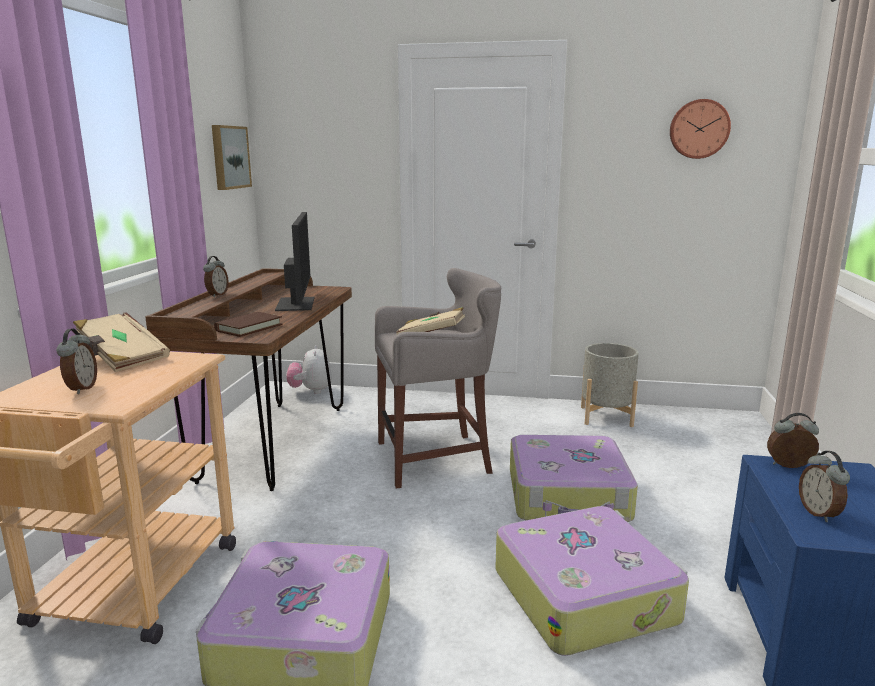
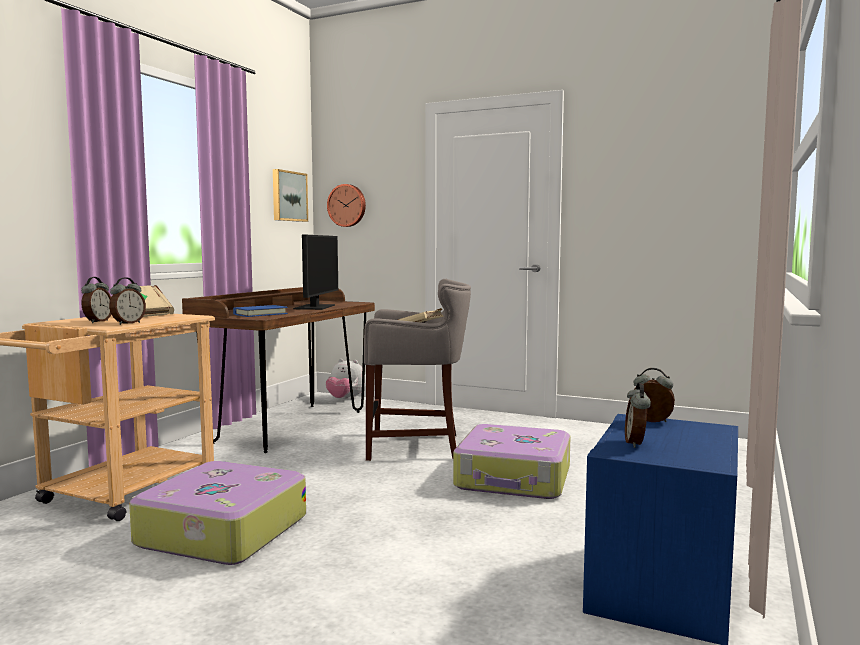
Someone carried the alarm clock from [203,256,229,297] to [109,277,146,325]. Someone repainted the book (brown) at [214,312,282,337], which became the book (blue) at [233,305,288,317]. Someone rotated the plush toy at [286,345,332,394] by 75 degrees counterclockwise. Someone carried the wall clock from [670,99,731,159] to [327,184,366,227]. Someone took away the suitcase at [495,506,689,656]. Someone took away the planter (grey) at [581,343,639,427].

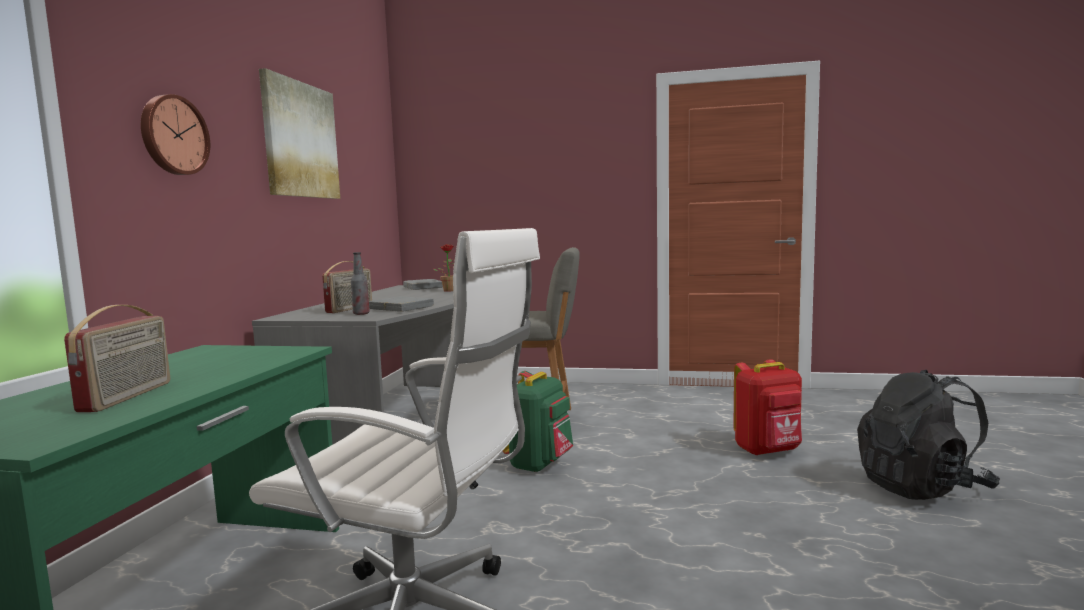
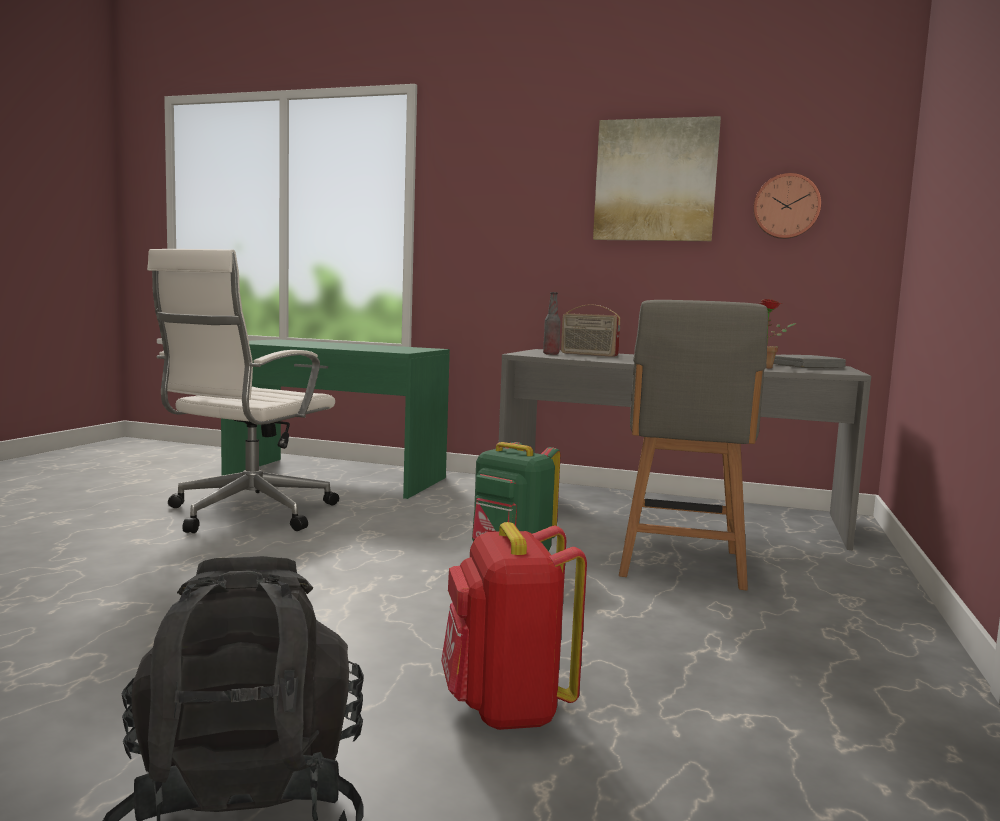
Someone carried the wall clock from [141,94,210,175] to [753,173,821,239]. Someone took away the radio at [64,305,170,412]. Someone took away the book (grey) at [369,296,434,312].

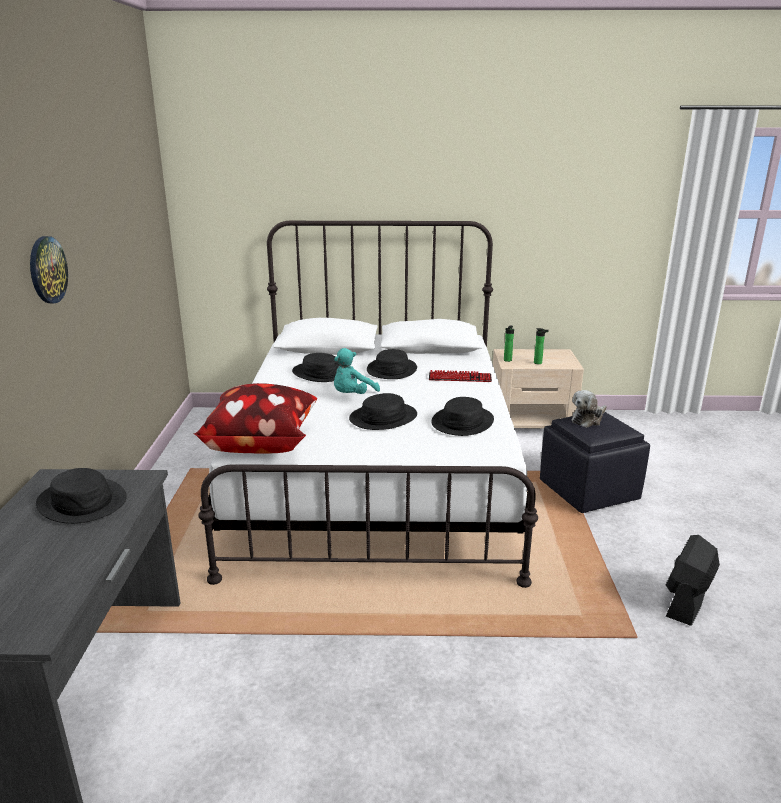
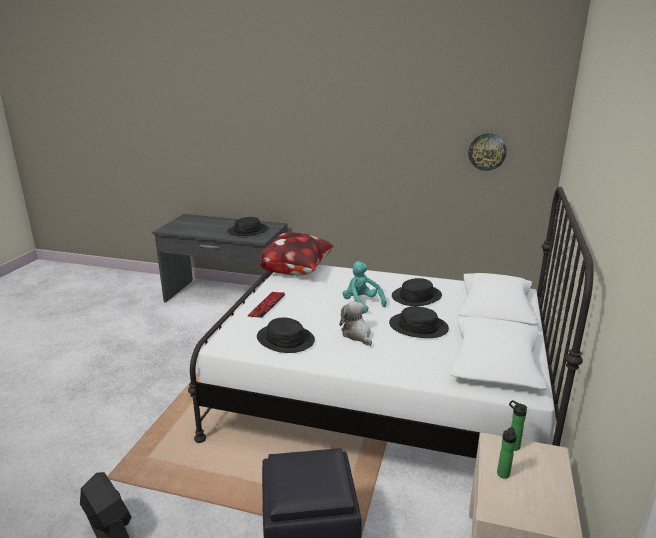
Someone carried the keyboard from [429,370,492,382] to [248,292,285,318]. Someone carried the plush toy from [572,390,607,428] to [339,302,372,346]. Someone carried the wall clock from [30,236,68,303] to [468,133,507,171]. Someone took away the hat (black) at [349,393,417,430].

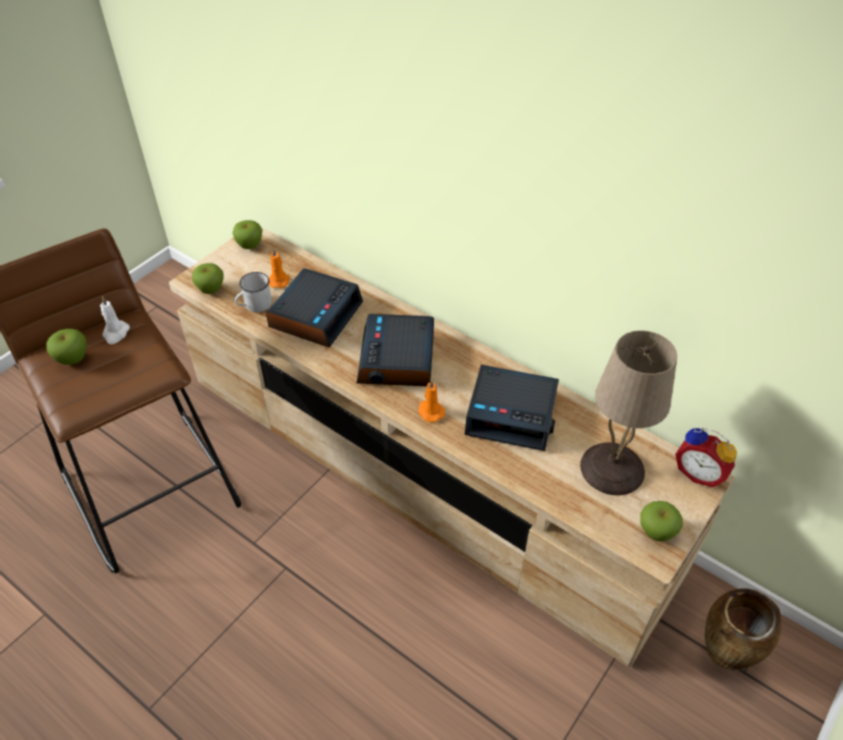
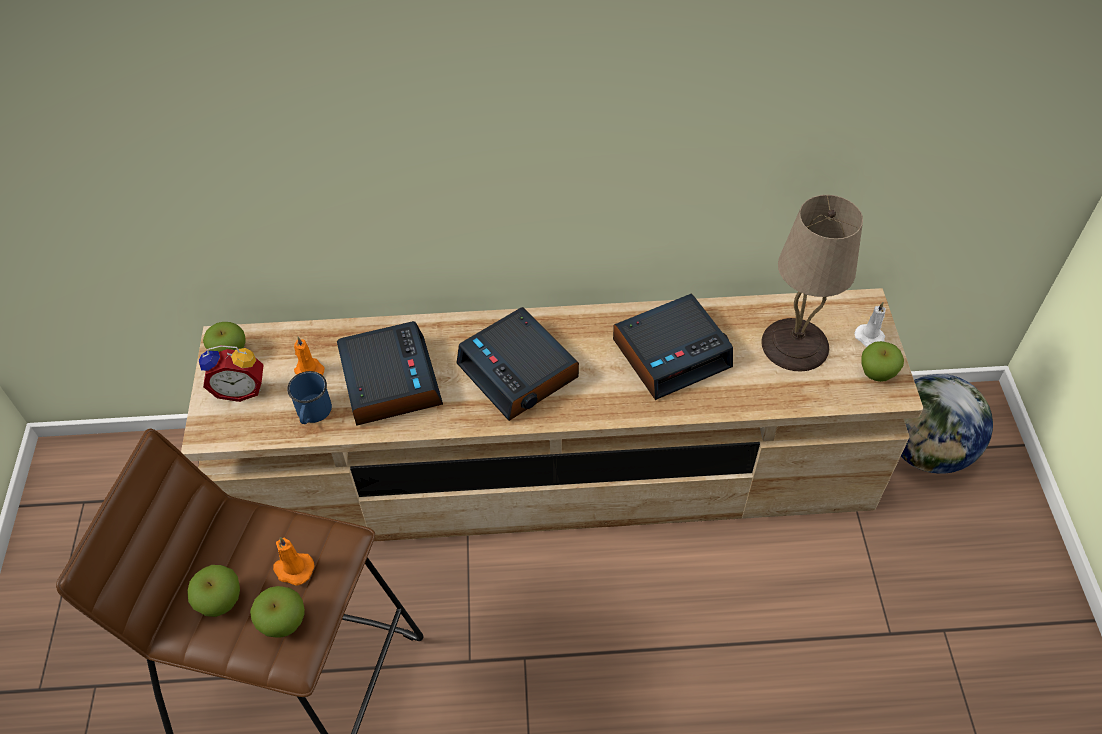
Someone carried the alarm clock from [675,428,737,487] to [199,345,263,402]. Someone carried the apple from [192,263,224,294] to [250,586,305,638]. Someone carried the candle (orange) from [418,379,445,422] to [273,537,315,586]. Someone repainted the mug (white) at [235,272,272,312], which became the mug (blue) at [287,371,332,424]. Someone carried the candle (white) from [100,296,130,344] to [855,302,886,347]. Someone swapped the vase (brown) at [705,588,782,670] for the globe at [901,374,993,474].

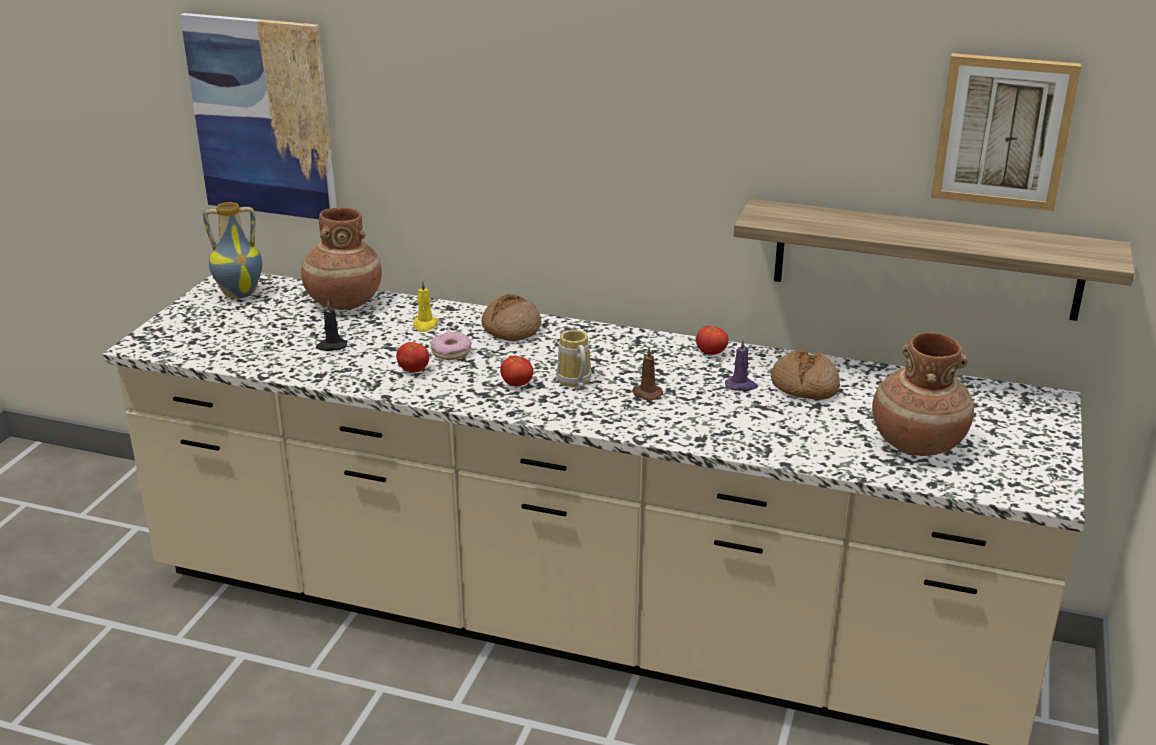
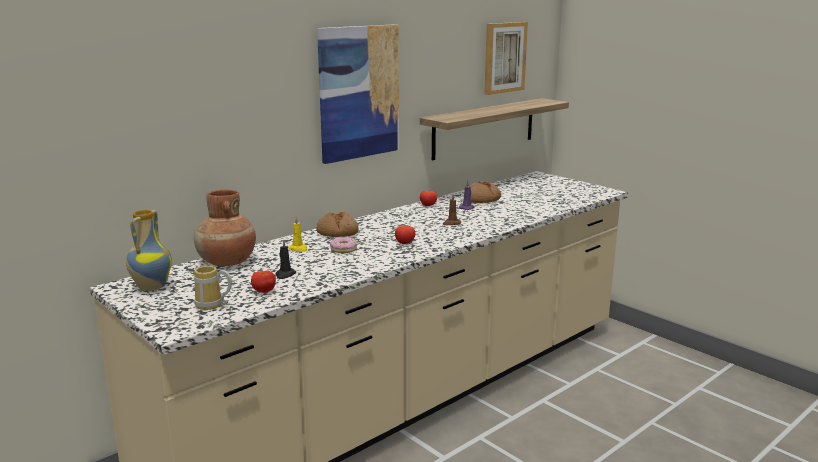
Someone carried the mug from [556,330,592,388] to [194,266,232,310]. Someone carried the tomato from [396,342,429,372] to [251,270,276,293]. Someone carried the picture from [180,13,337,219] to [317,24,399,164]. Someone took away the vase (brown) at [872,332,974,456].

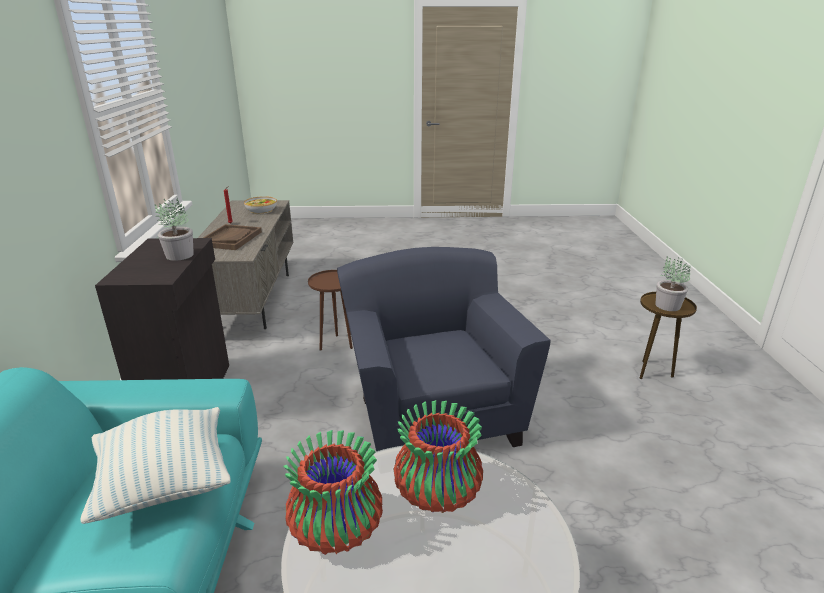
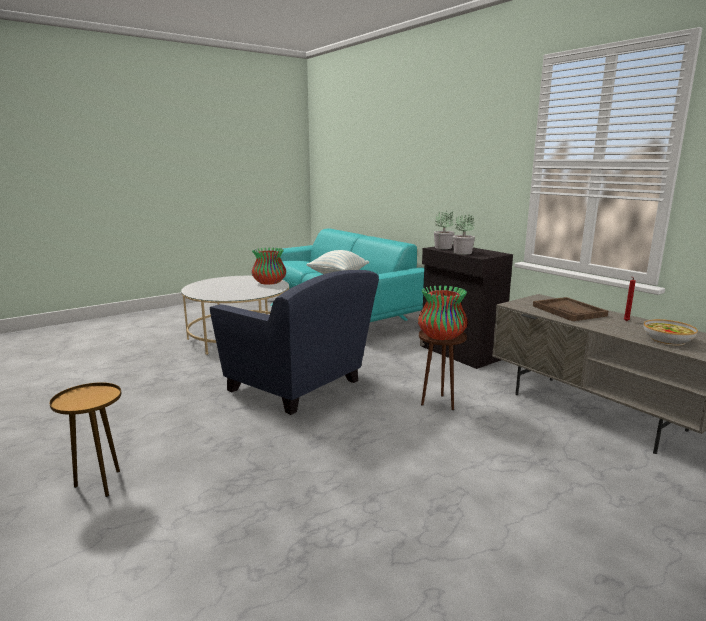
Someone carried the vase from [393,400,483,513] to [418,286,467,340]. Someone carried the potted plant from [655,256,691,311] to [434,210,455,249].

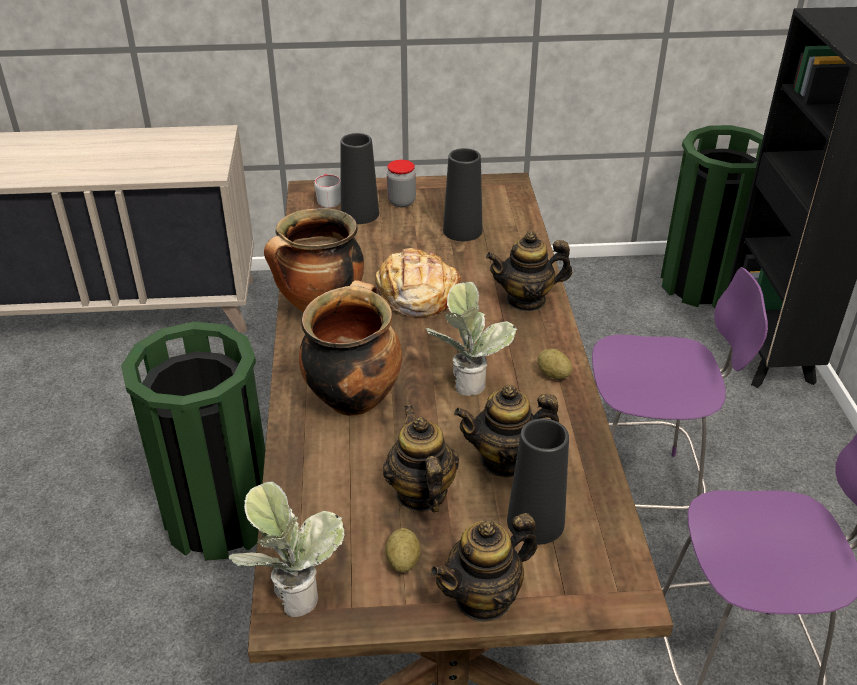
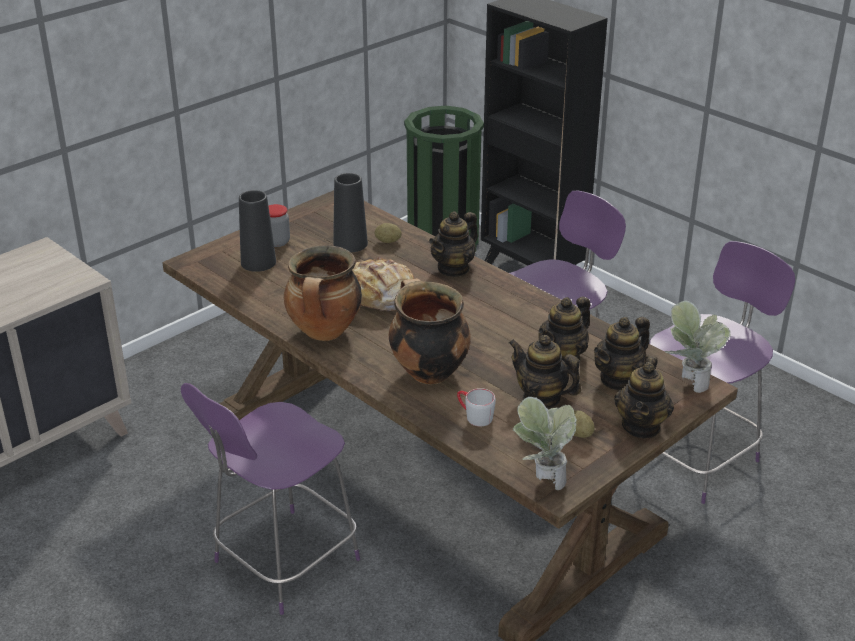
Someone swapped the trash can (green) at [121,322,265,561] for the chair (purple) at [181,383,360,615]. Someone carried the potato from [537,349,572,379] to [374,223,402,243]. Someone carried the mug (grey) from [314,174,341,208] to [457,388,496,427]. Someone swapped the vase (black) at [507,418,569,545] for the teapot at [594,317,650,391]. Someone carried the potted plant from [426,282,517,396] to [665,300,731,393].

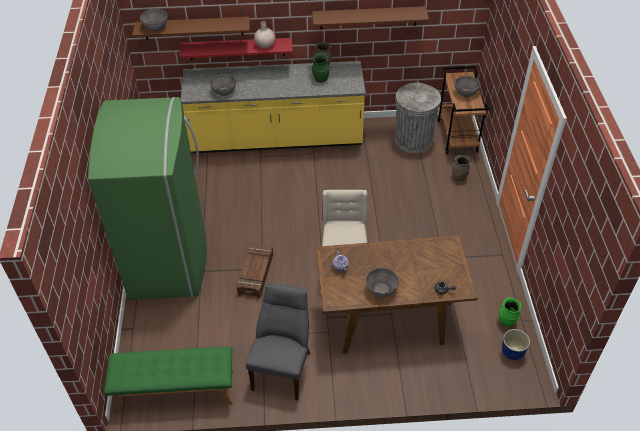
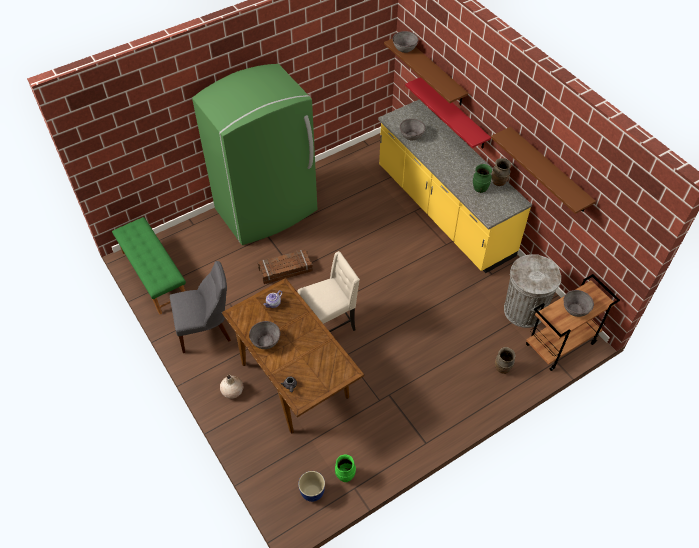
Someone carried the vase (beige) from [254,21,276,48] to [220,375,243,399].

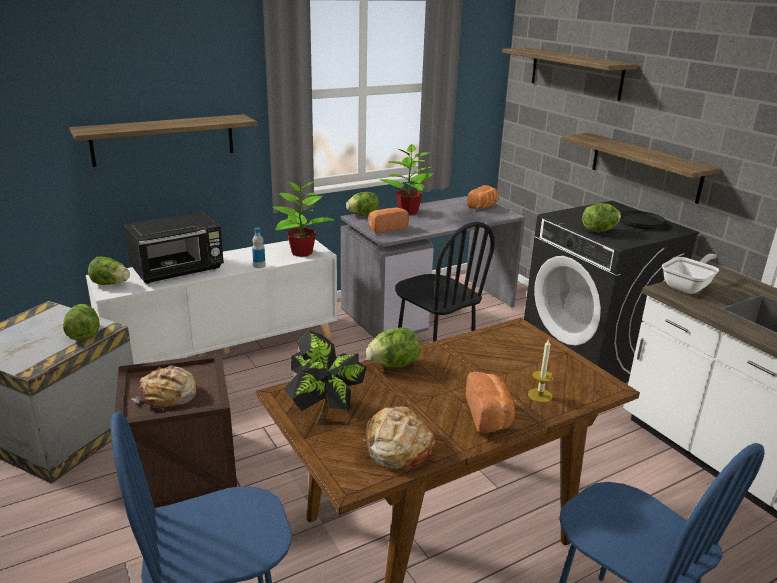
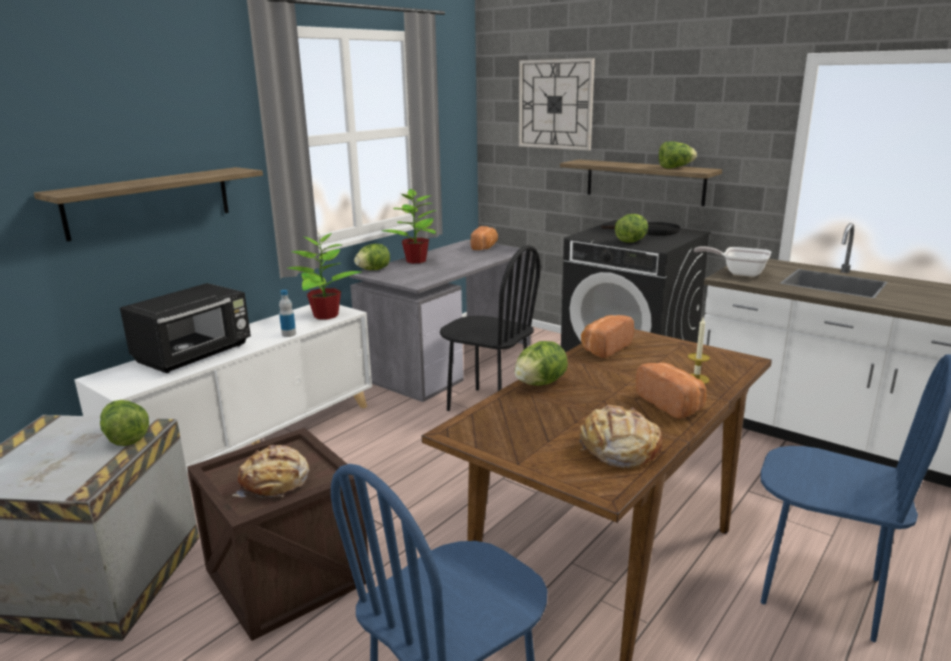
Someone swapped the shelf at [502,48,638,101] for the wall clock at [519,58,595,150]. Someone carried the bread from [369,208,409,233] to [581,315,634,358]. Someone carried the lettuce from [88,256,130,285] to [658,141,697,168]. Someone rotated the frying pan at [662,254,719,294] by 90 degrees counterclockwise. Someone took away the potted plant at [283,330,366,425].

